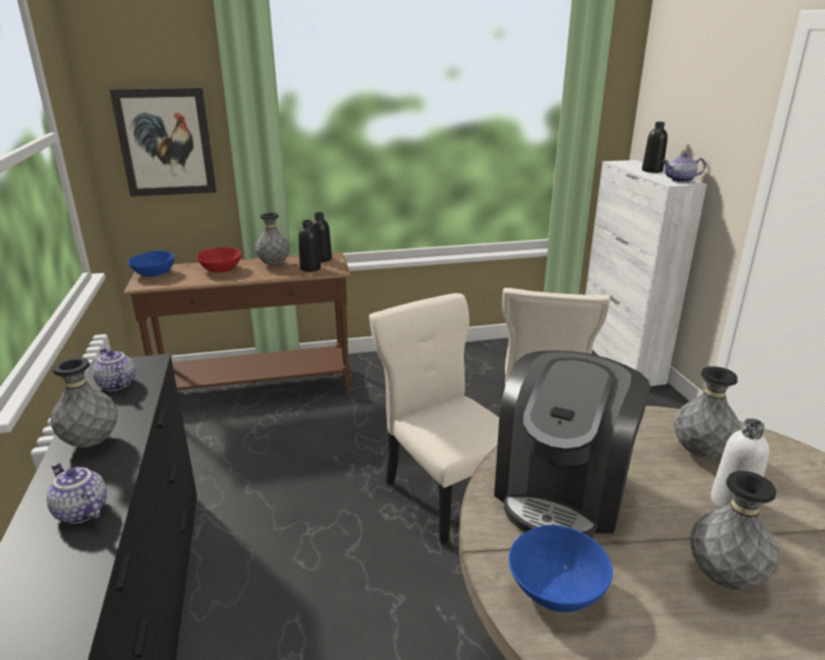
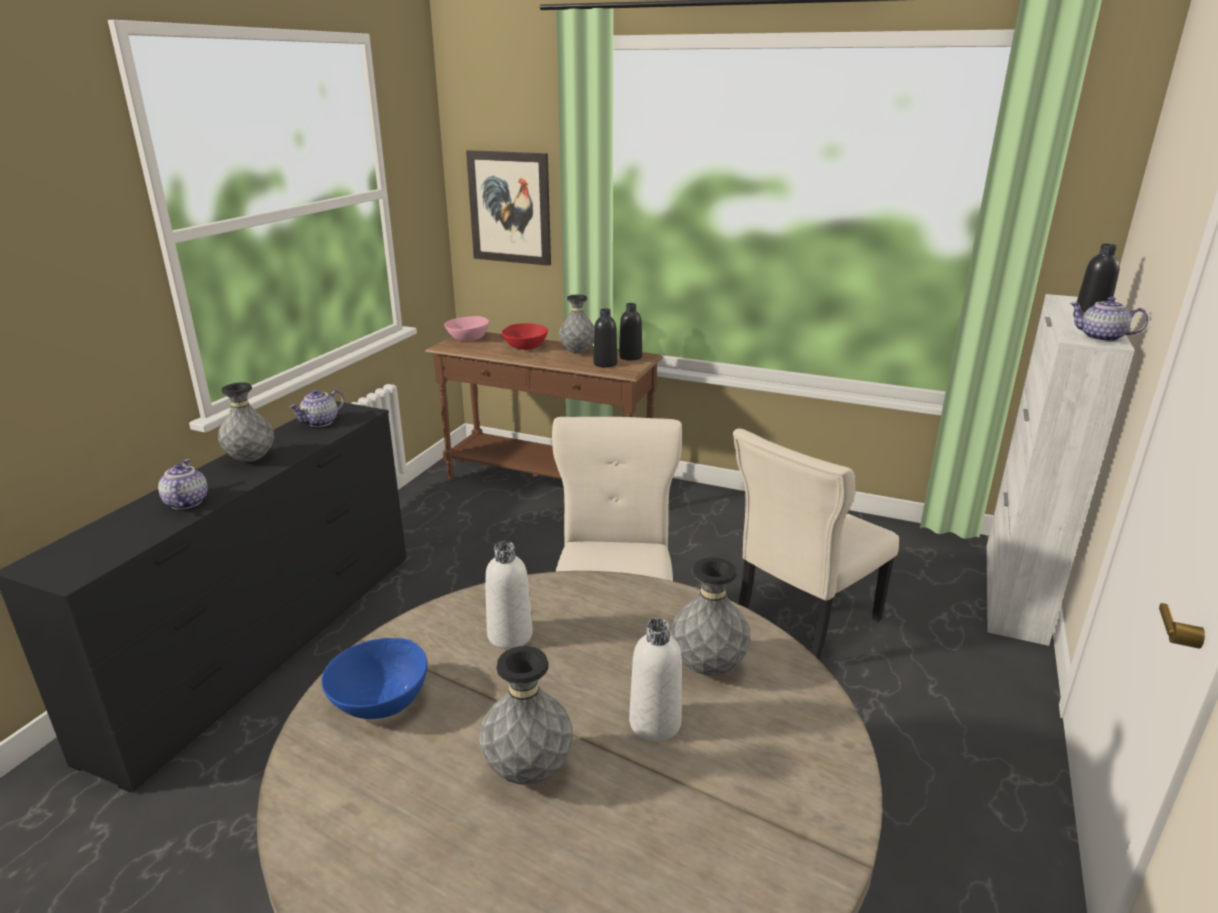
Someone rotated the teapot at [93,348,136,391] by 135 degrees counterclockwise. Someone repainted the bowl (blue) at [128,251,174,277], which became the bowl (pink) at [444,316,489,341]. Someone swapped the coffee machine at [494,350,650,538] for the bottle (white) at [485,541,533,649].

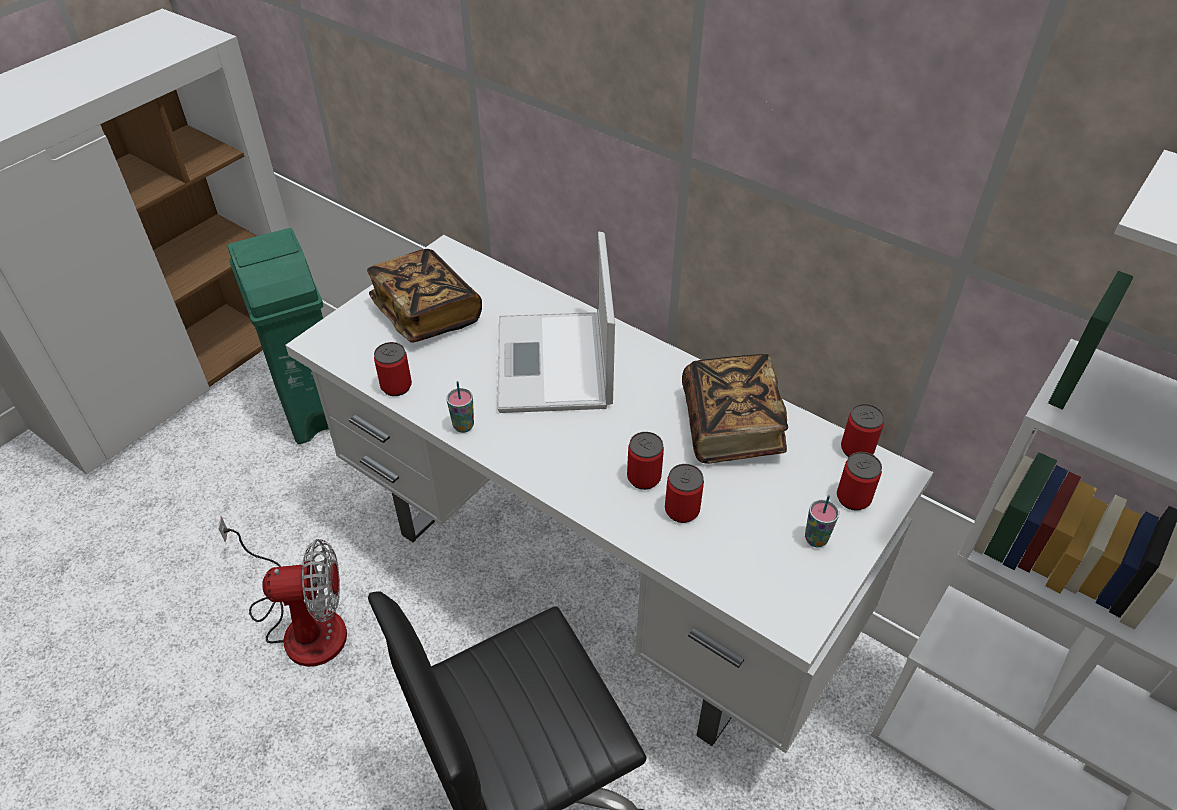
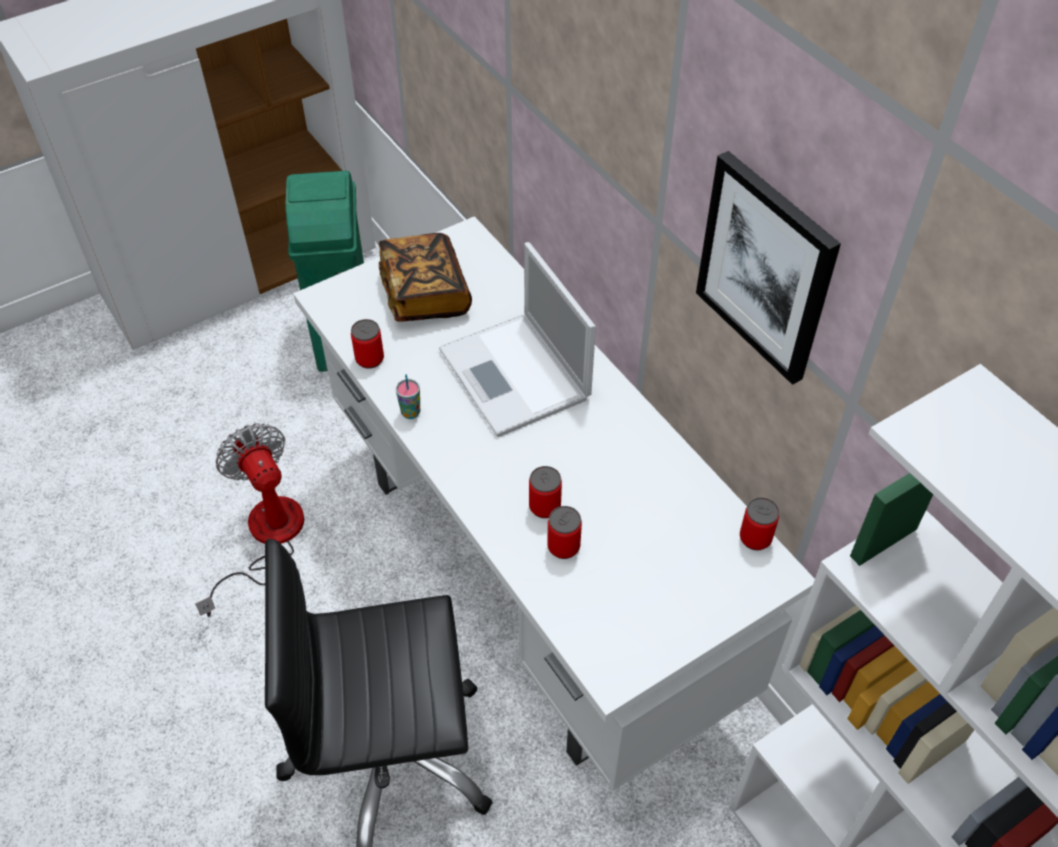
Someone rotated the fan at [219,516,347,667] by 135 degrees counterclockwise. Someone rotated the laptop at [498,232,615,413] by 45 degrees counterclockwise. Someone put up the picture at [696,151,841,385]. Someone took away the book at [682,354,788,464]. Someone took away the cup at [805,495,839,548]. Someone took away the can at [837,452,882,511].

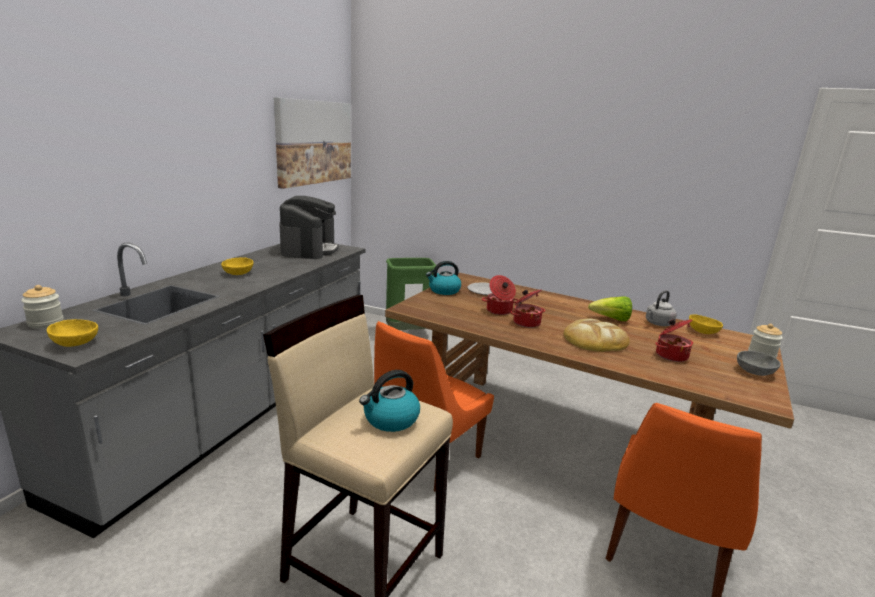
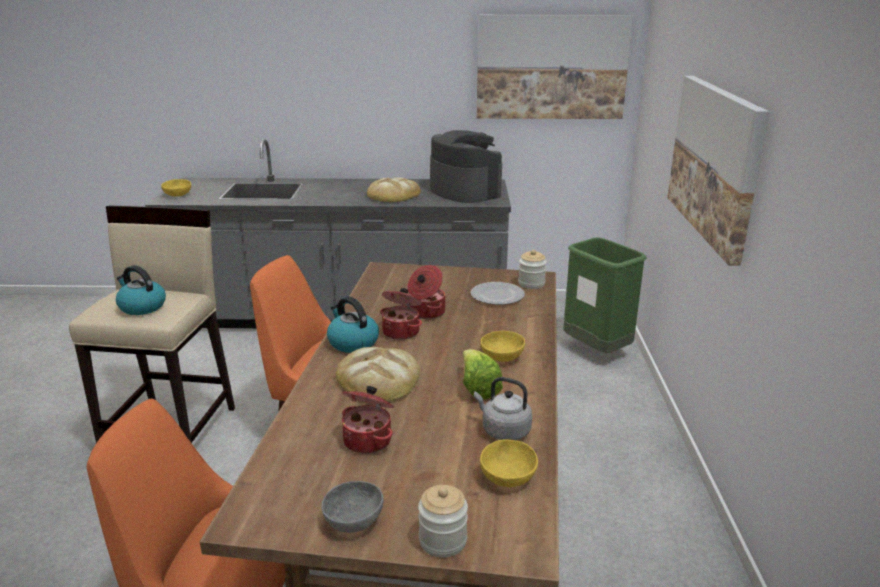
Someone carried the kettle from [426,261,461,295] to [327,297,379,353]. Someone put down the bread at [367,177,421,202]. Someone rotated the coffee machine at [279,196,339,259] by 105 degrees counterclockwise. Someone carried the bowl (yellow) from [221,258,253,275] to [480,331,525,362]. Someone carried the jar from [21,285,63,328] to [518,250,547,289]. Someone put up the picture at [667,76,770,266].

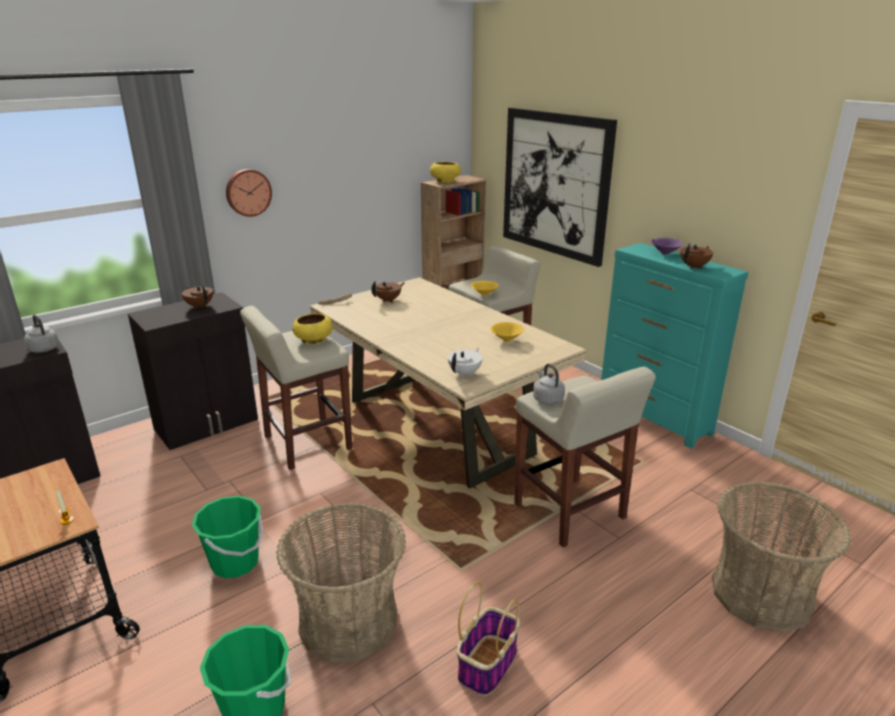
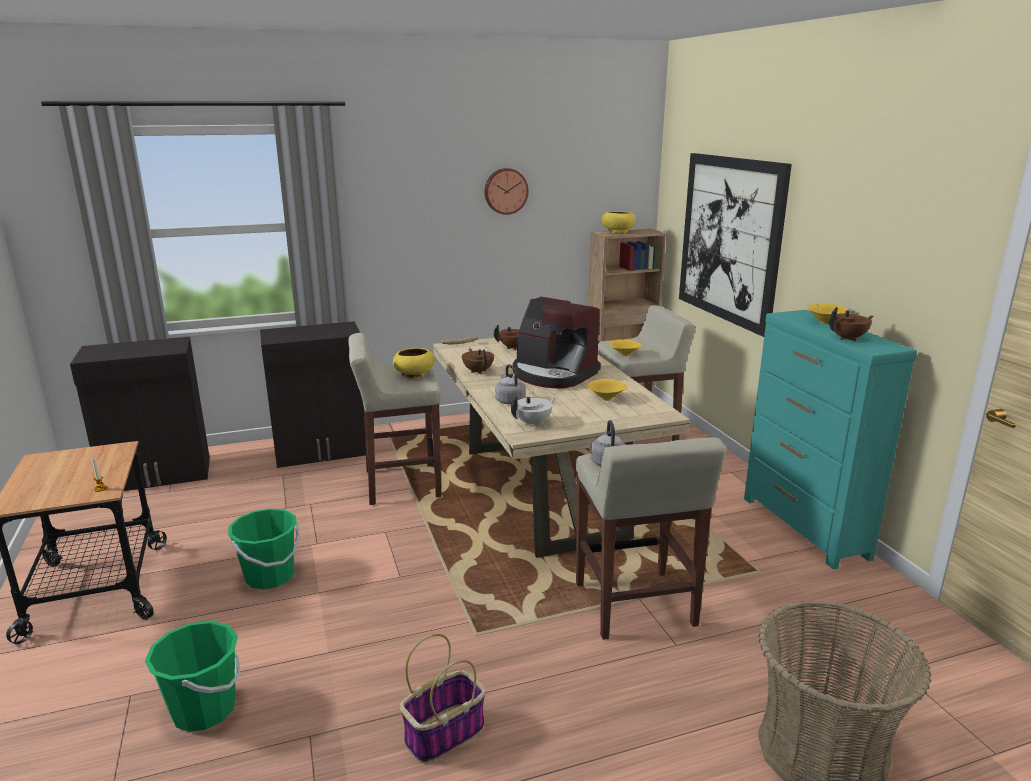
Someone carried the teapot (brown) from [182,286,213,308] to [462,349,494,374]. Someone carried the wall clock from [226,169,272,217] to [485,168,529,215]. Someone carried the kettle (grey) from [24,315,59,353] to [495,364,526,404]. Someone put down the coffee machine at [513,297,601,388]. Someone repainted the bowl (purple) at [651,238,684,255], which became the bowl (yellow) at [807,304,847,324]. Someone took away the basket at [276,502,406,663].

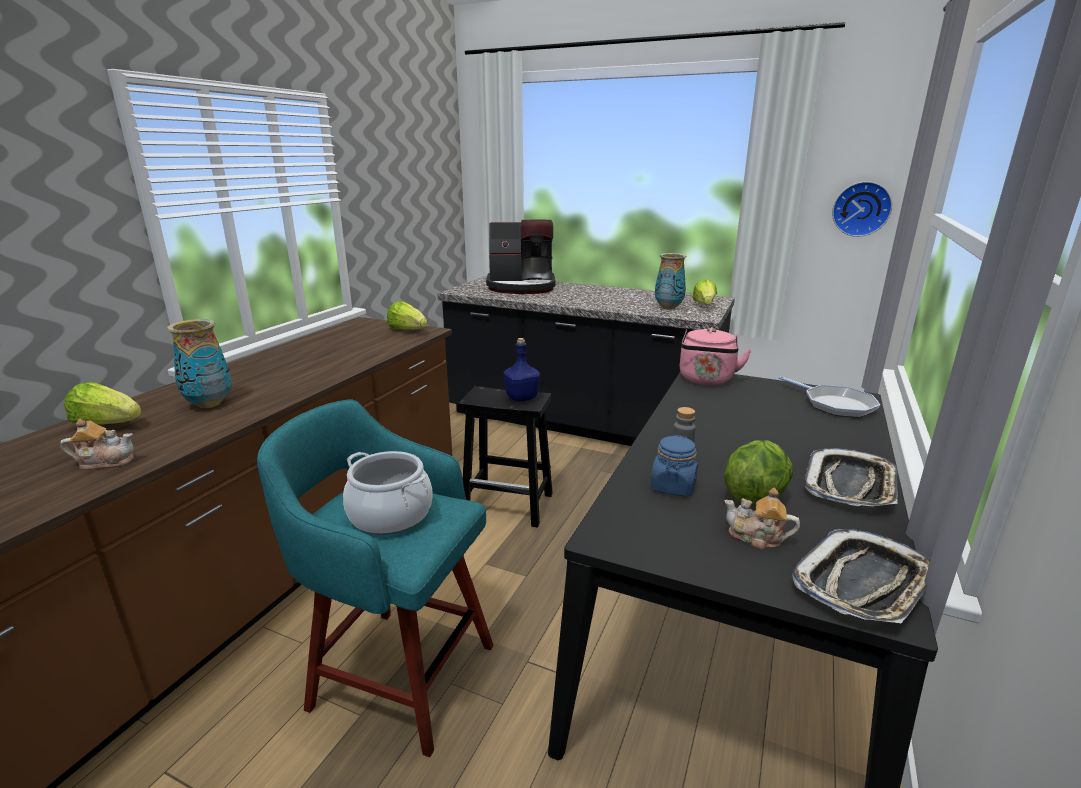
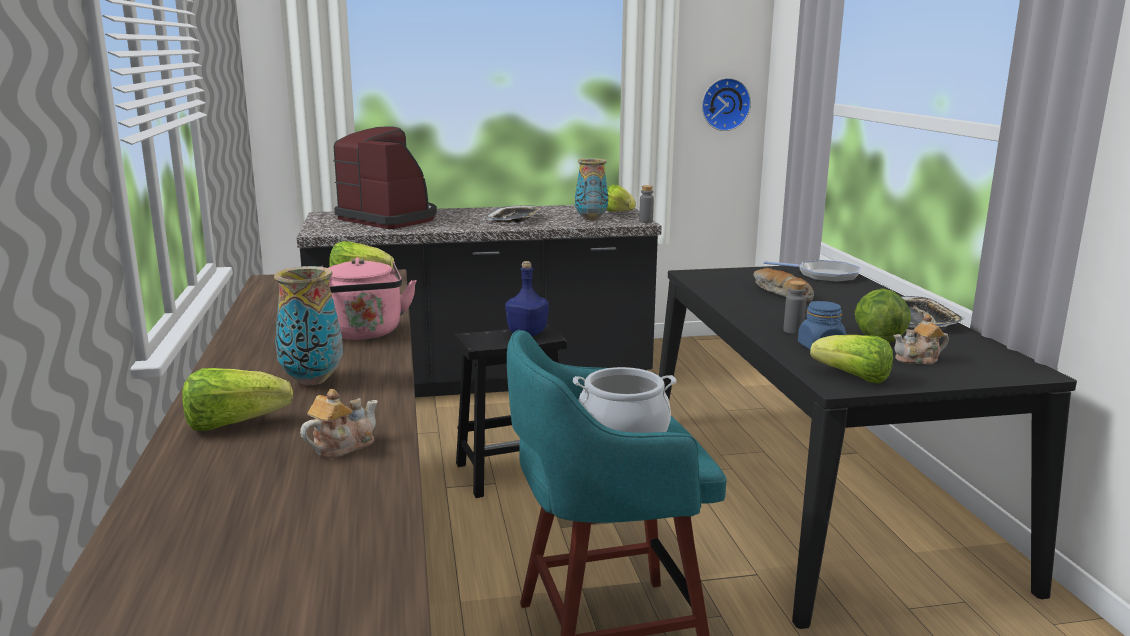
Someone carried the kettle (pink) from [680,327,752,385] to [321,257,417,340]. Someone rotated the coffee machine at [486,219,555,294] by 105 degrees counterclockwise. Someone carried the tray from [792,529,930,623] to [486,205,543,223]. Someone put down the bottle (grey) at [639,185,654,223]. Someone put down the bread at [753,268,814,302]. Someone put down the lettuce at [810,335,893,384].

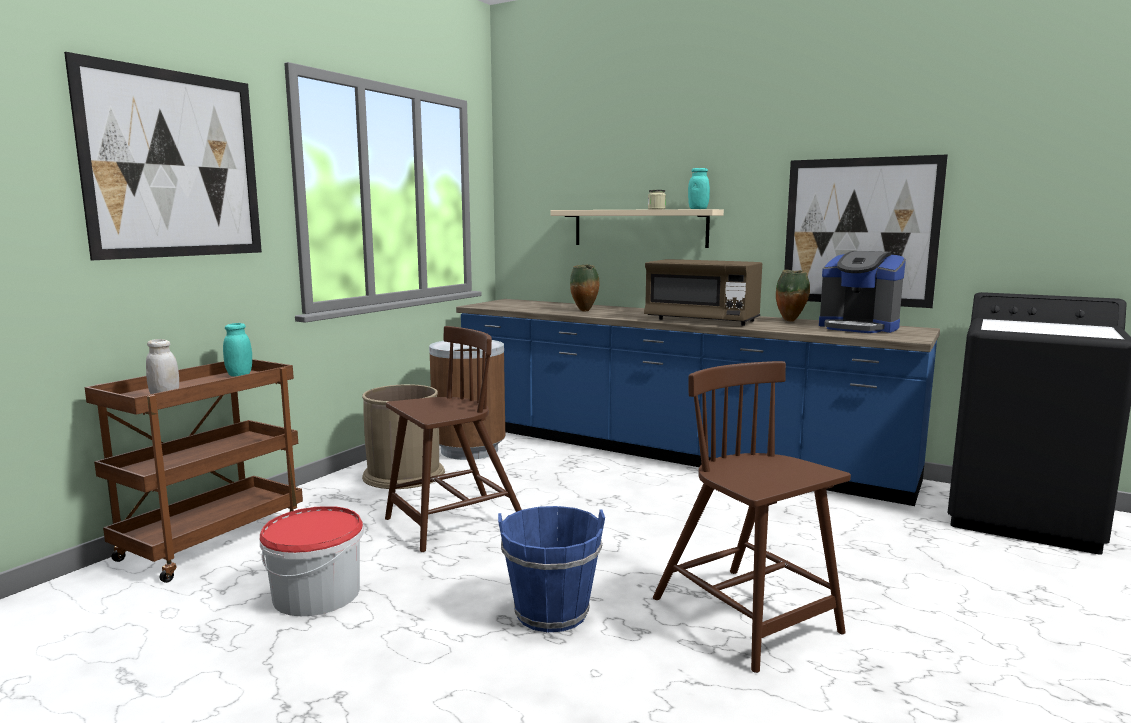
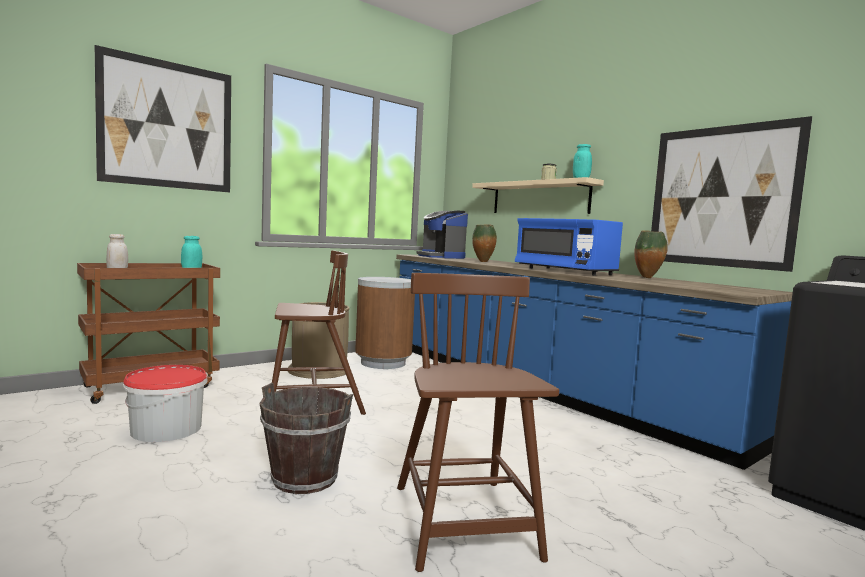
Someone repainted the bucket (blue) at [498,506,605,632], which became the bucket (brown) at [260,383,353,494]. Someone carried the coffee machine from [819,251,906,333] to [417,211,468,259]. Someone repainted the microwave (brown) at [644,259,762,326], which became the microwave (blue) at [515,218,623,276].

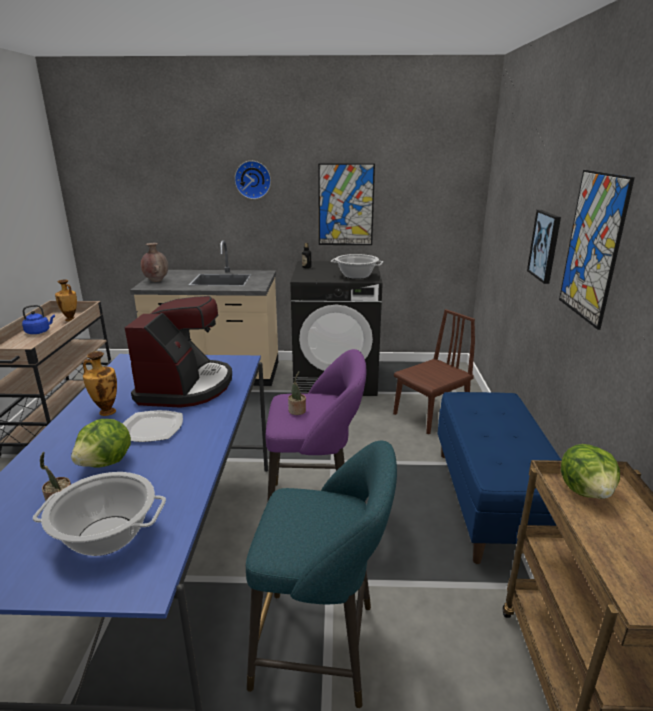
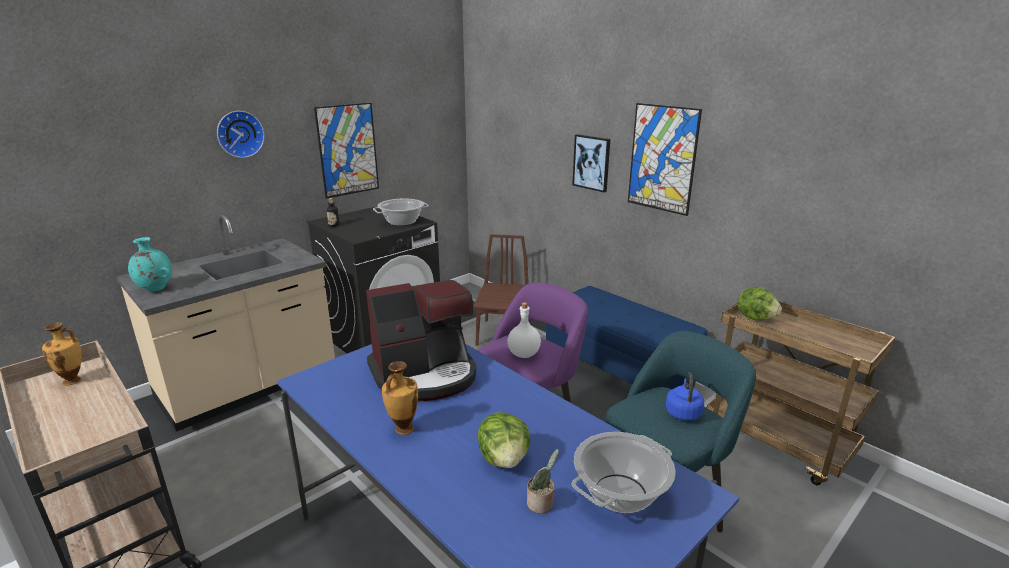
Someone repainted the vase (brown) at [141,243,168,282], which became the vase (turquoise) at [128,237,172,292]. Someone rotated the coffee machine at [125,296,232,408] by 105 degrees clockwise. Someone swapped the potted plant at [288,371,306,415] for the bottle (white) at [508,302,541,358]. Someone carried the kettle (blue) from [22,305,55,334] to [666,372,704,421]. Someone took away the plate at [123,410,183,442].

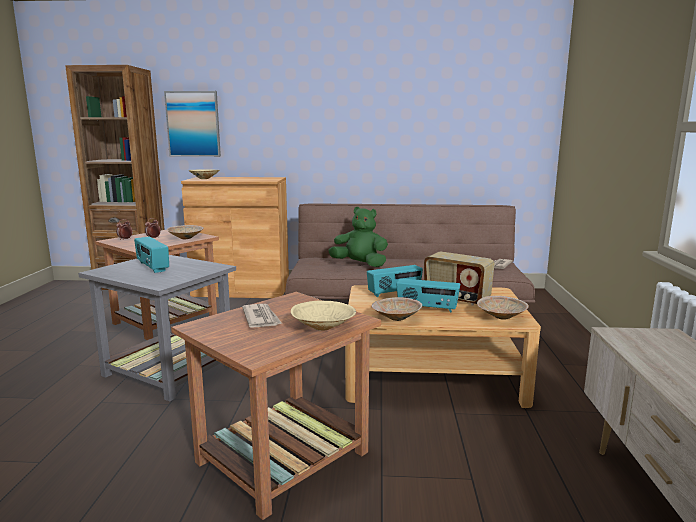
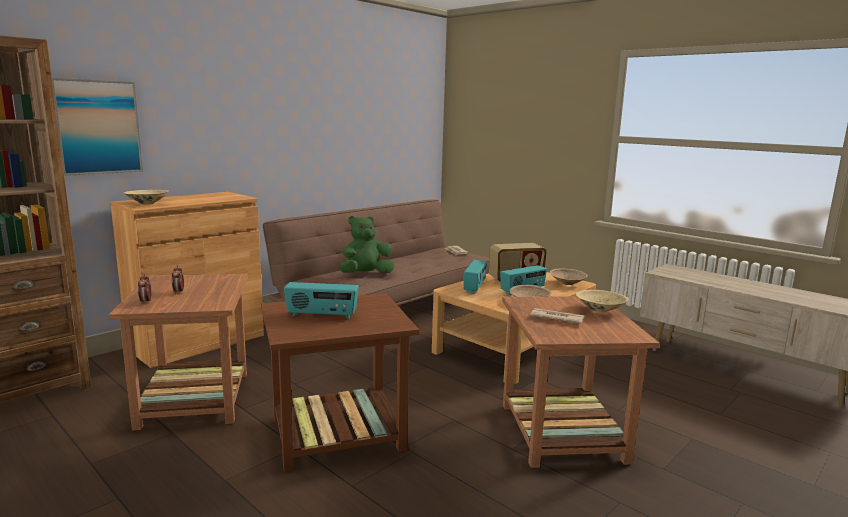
Someone repainted the side table (grey) at [78,255,236,401], which became the side table (brown) at [261,293,419,472]. Someone took away the bowl (beige) at [167,225,204,239].

